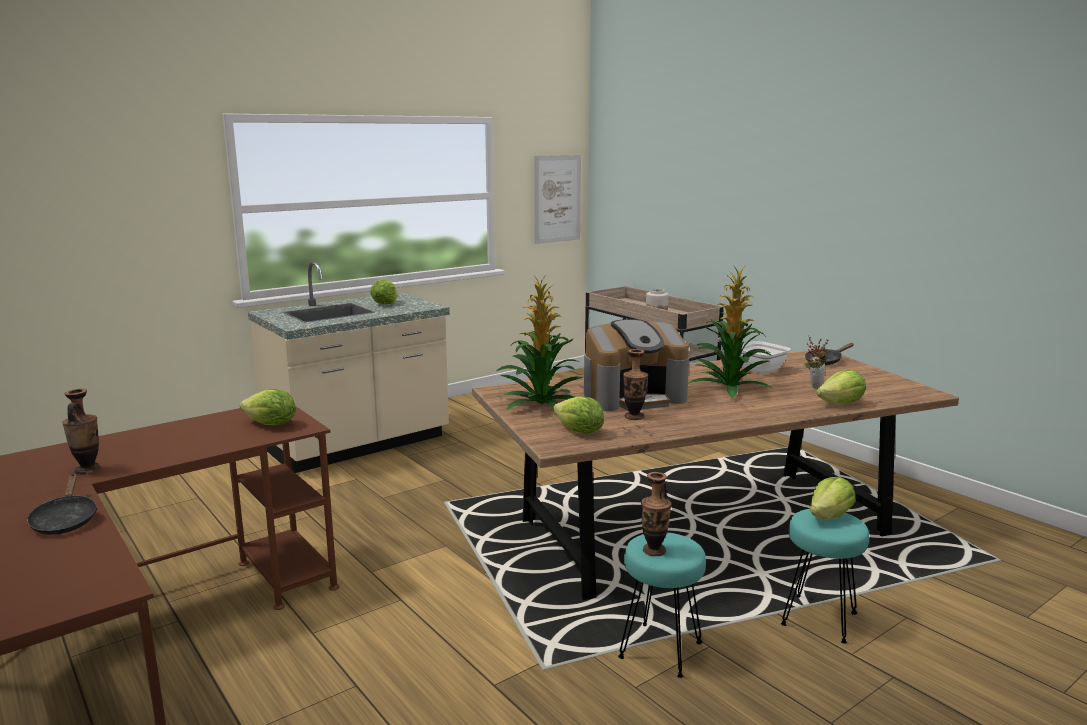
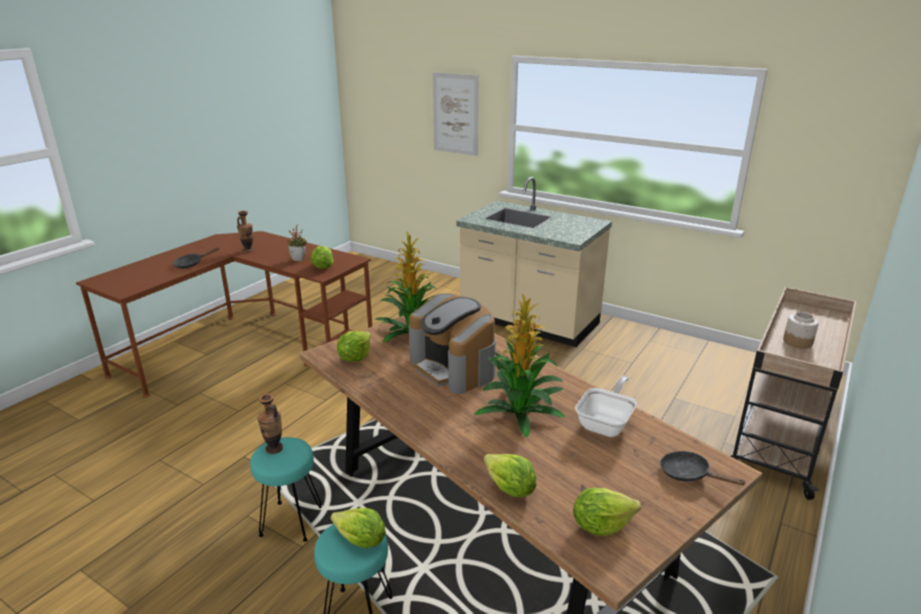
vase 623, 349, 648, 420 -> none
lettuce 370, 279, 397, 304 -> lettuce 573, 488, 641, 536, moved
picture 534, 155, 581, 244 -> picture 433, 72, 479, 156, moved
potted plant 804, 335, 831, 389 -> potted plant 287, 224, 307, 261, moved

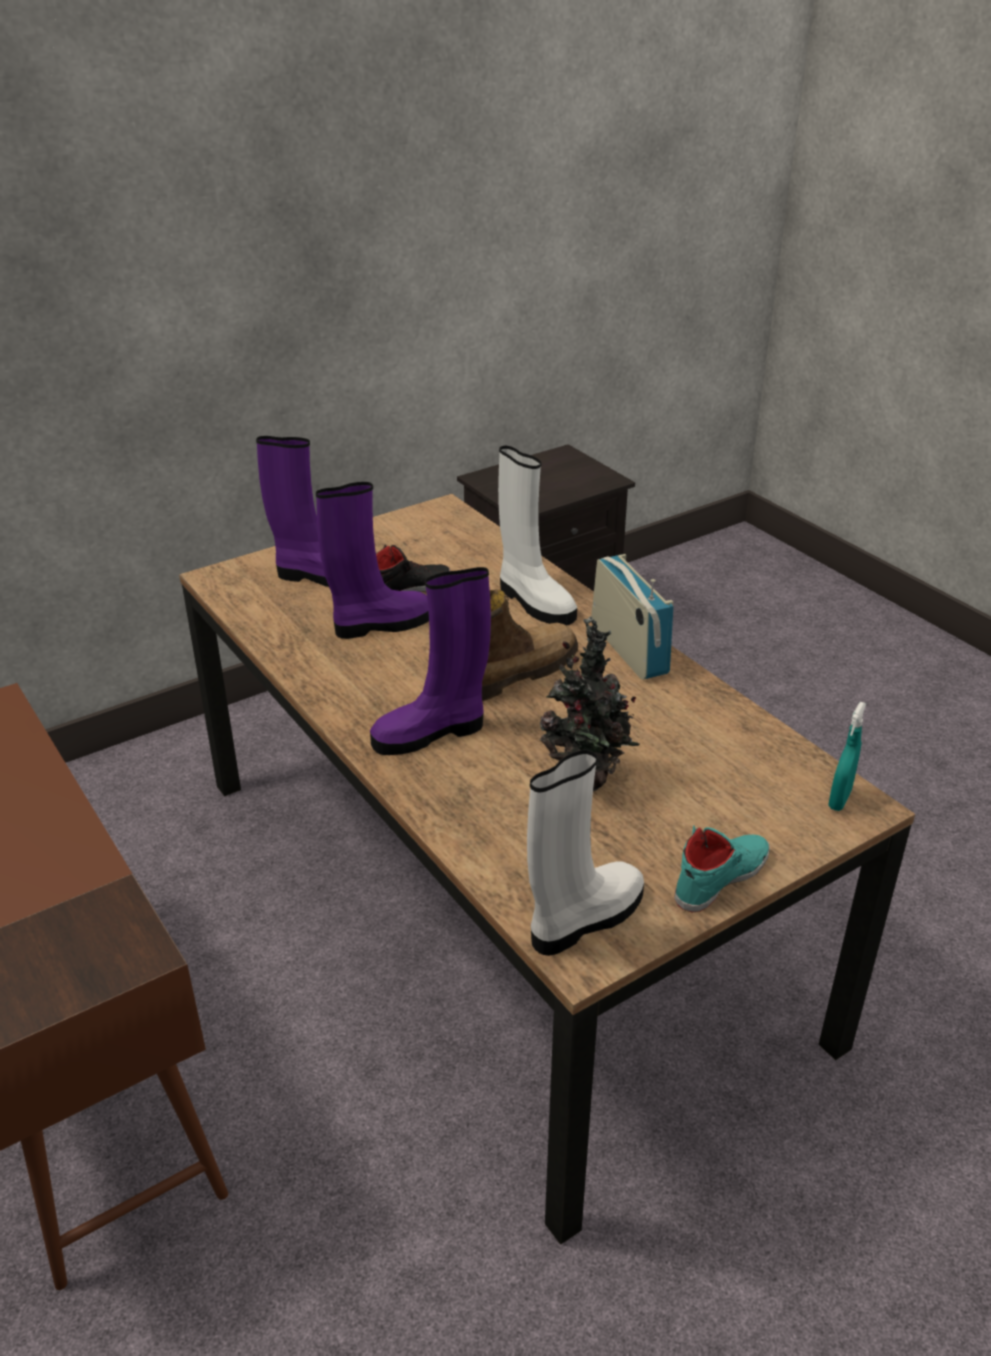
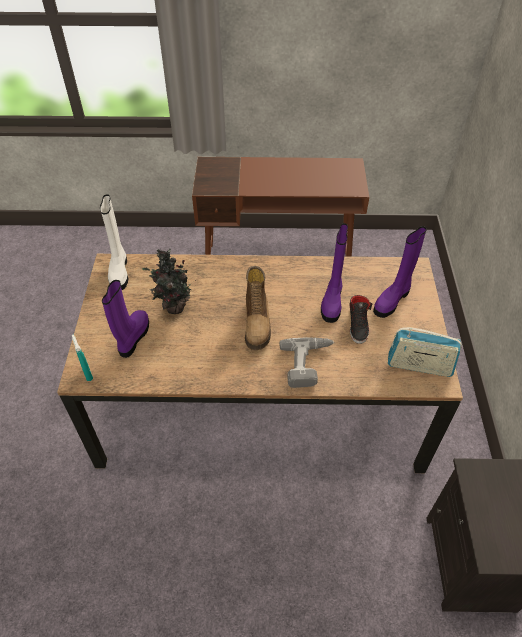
turquoise shoe 674, 826, 770, 912 -> none
purple boot 370, 567, 491, 755 -> purple boot 102, 280, 149, 358, moved
radio 591, 554, 673, 680 -> radio 388, 327, 462, 377, moved
white boot 498, 446, 577, 625 -> power drill 279, 337, 335, 388

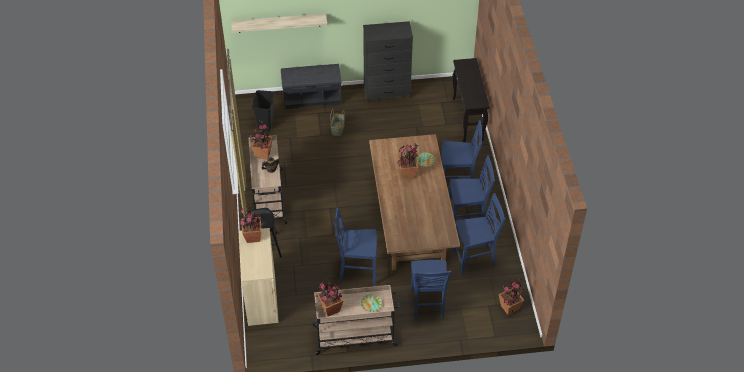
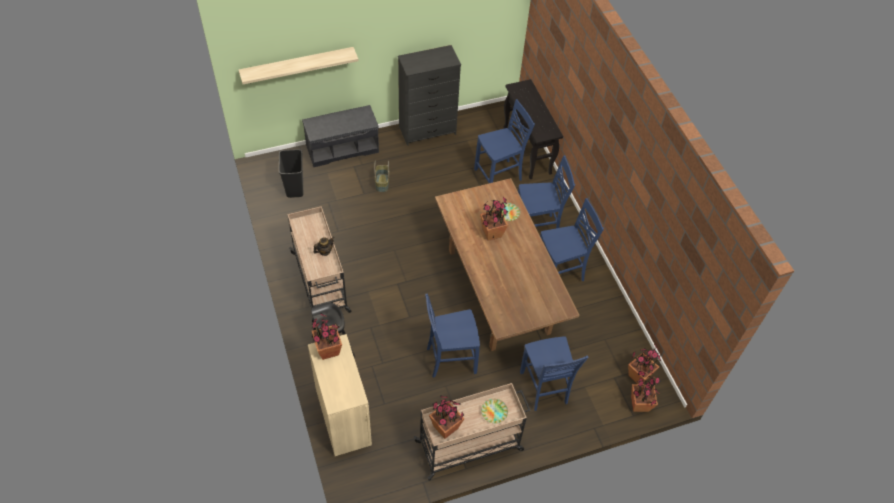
potted plant 250, 121, 273, 159 -> potted plant 631, 371, 661, 412, moved
blue chair 453, 193, 505, 274 -> blue chair 474, 99, 535, 183, moved

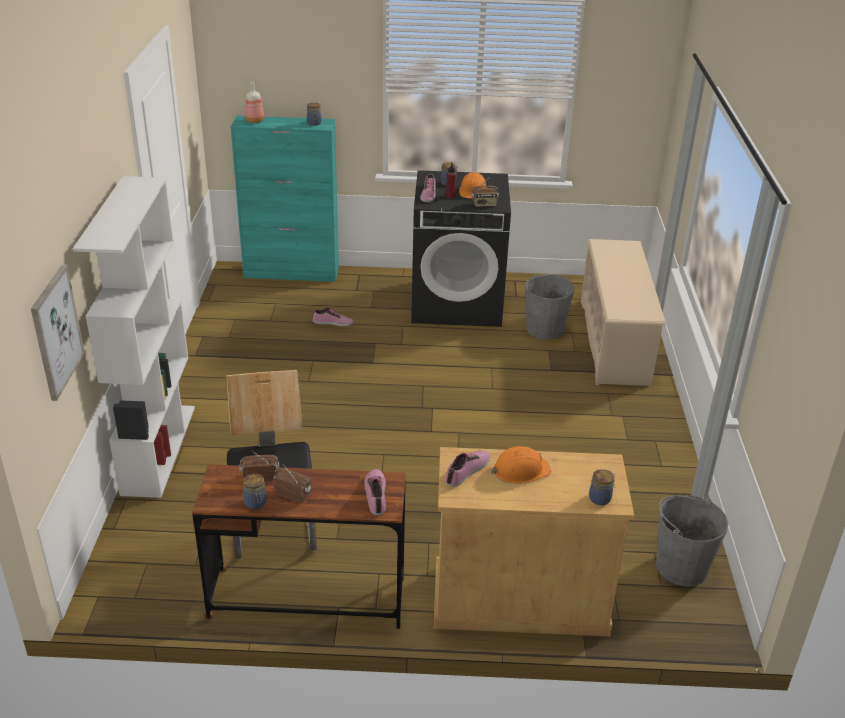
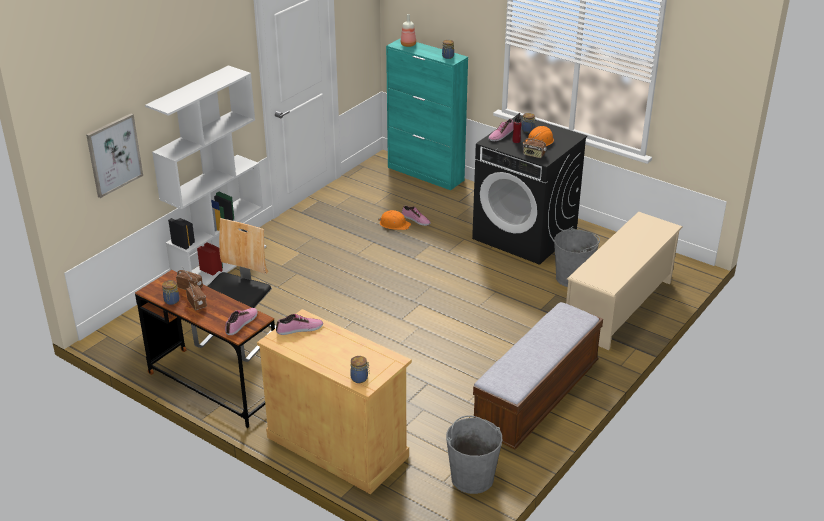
none -> bench 473, 302, 603, 449
orange hard hat 491, 446, 551, 484 -> orange hard hat 378, 210, 411, 230, moved

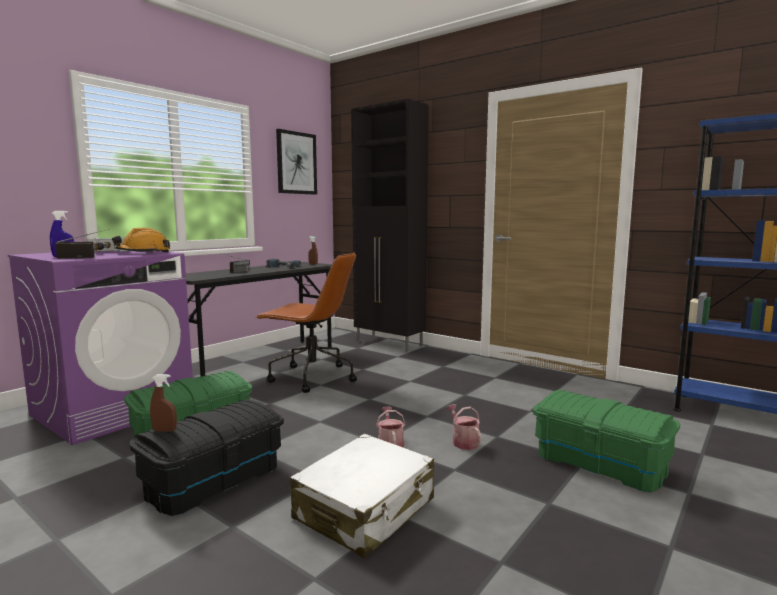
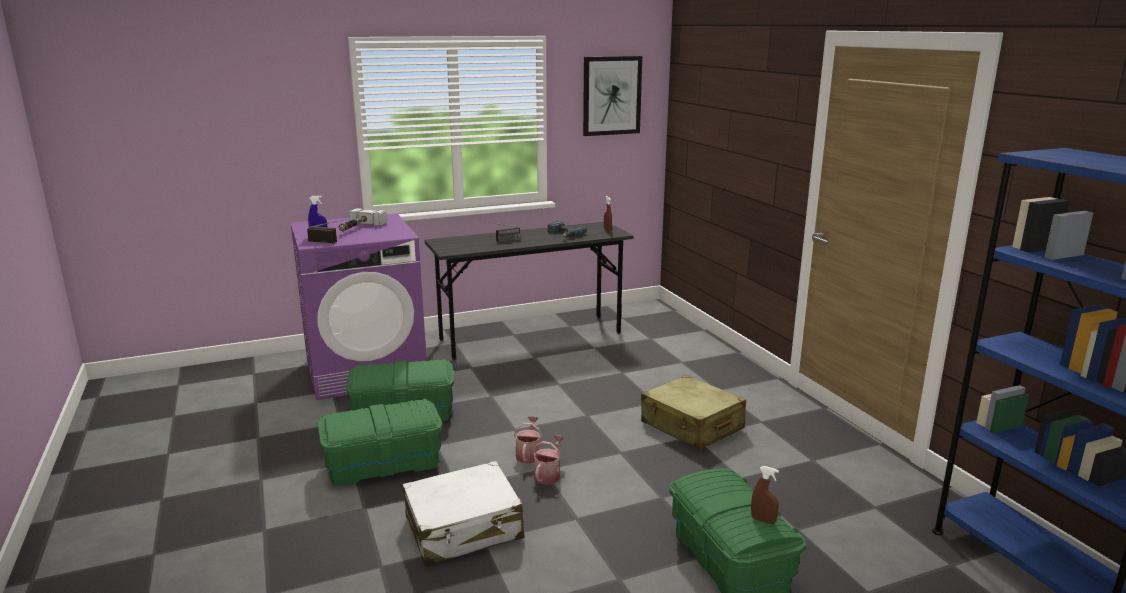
orange hard hat 112, 228, 171, 253 -> none
brown office chair 256, 252, 357, 393 -> none
black cabinet 351, 99, 429, 352 -> none
none -> beige suitcase 641, 375, 746, 450
brown spray bottle 150, 374, 177, 432 -> brown spray bottle 751, 466, 779, 524, moved
watering can 446, 404, 481, 450 -> watering can 514, 416, 542, 464, moved
black storage box 129, 400, 284, 516 -> green storage box 317, 399, 443, 486

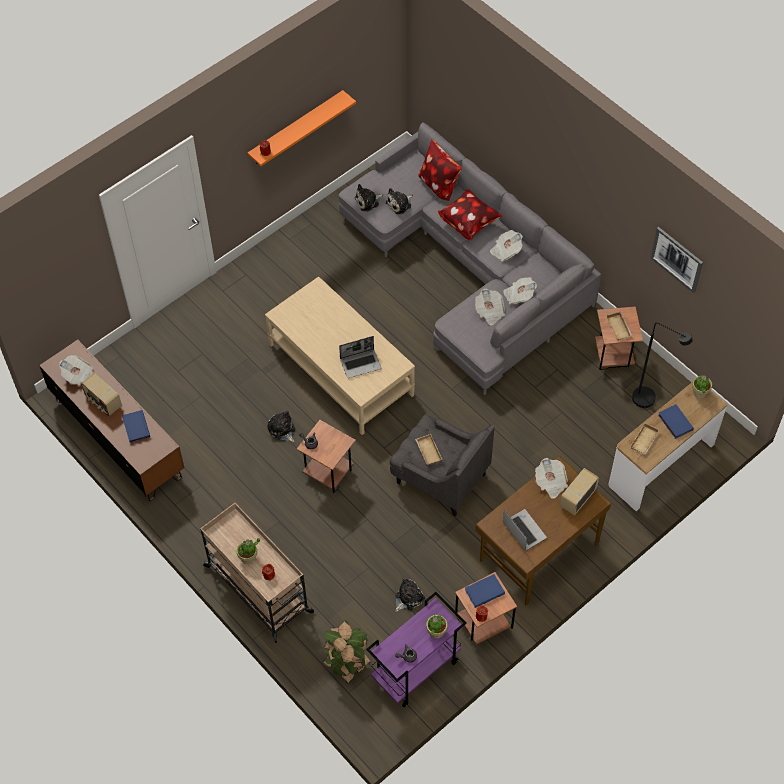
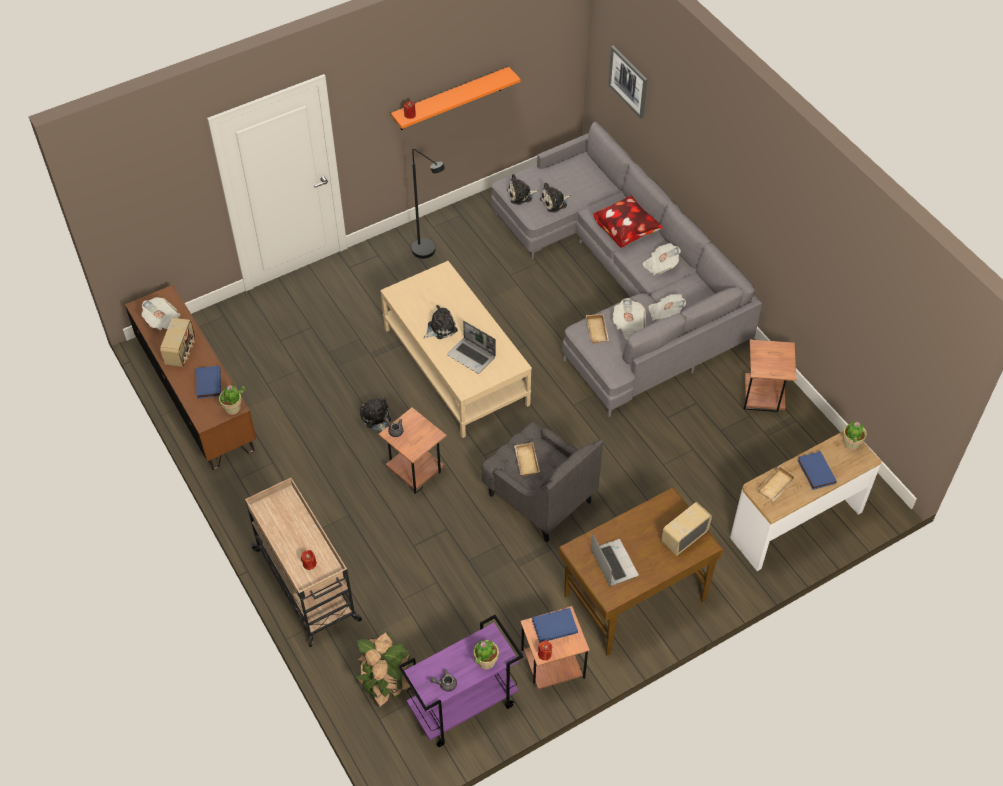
pillow 418, 139, 462, 201 -> none
newspaper 535, 458, 568, 499 -> none
potted plant 237, 538, 260, 564 -> potted plant 219, 385, 245, 415, moved
plush toy 395, 579, 425, 612 -> plush toy 424, 305, 458, 339, moved
beige tray 606, 311, 632, 341 -> beige tray 586, 314, 609, 344, moved
black floor lamp 632, 322, 693, 408 -> black floor lamp 411, 149, 445, 259, moved
picture 650, 227, 703, 293 -> picture 608, 46, 647, 119, moved
radio 81, 373, 122, 416 -> radio 160, 318, 195, 367, 135 degrees counterclockwise
laptop 339, 336, 381, 378 -> laptop 447, 321, 496, 374, 45 degrees clockwise

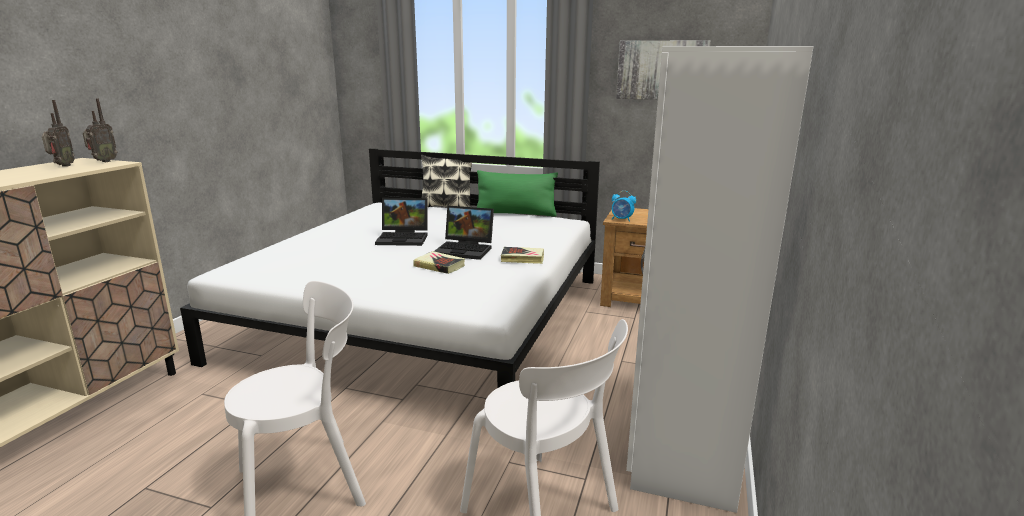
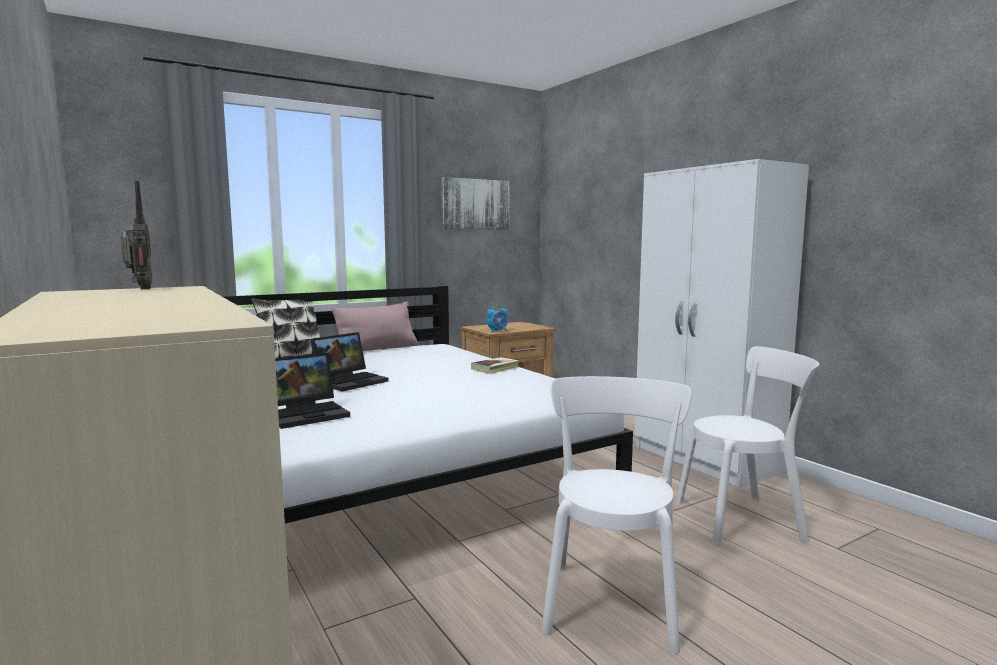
radio 42, 100, 75, 167 -> none
book 413, 251, 465, 274 -> none
laptop 434, 205, 494, 260 -> laptop 275, 353, 350, 429, moved
green pillow 477, 170, 558, 217 -> pink pillow 331, 301, 418, 351

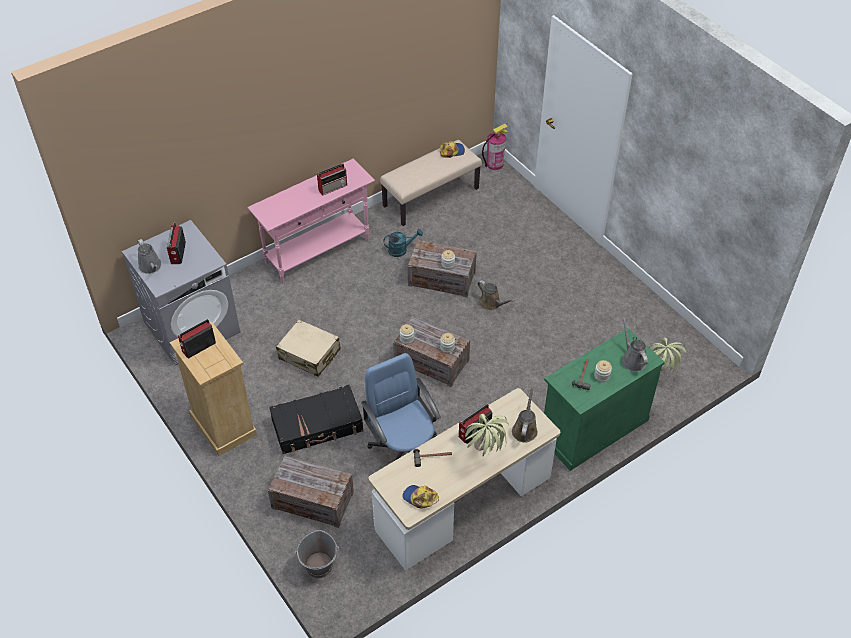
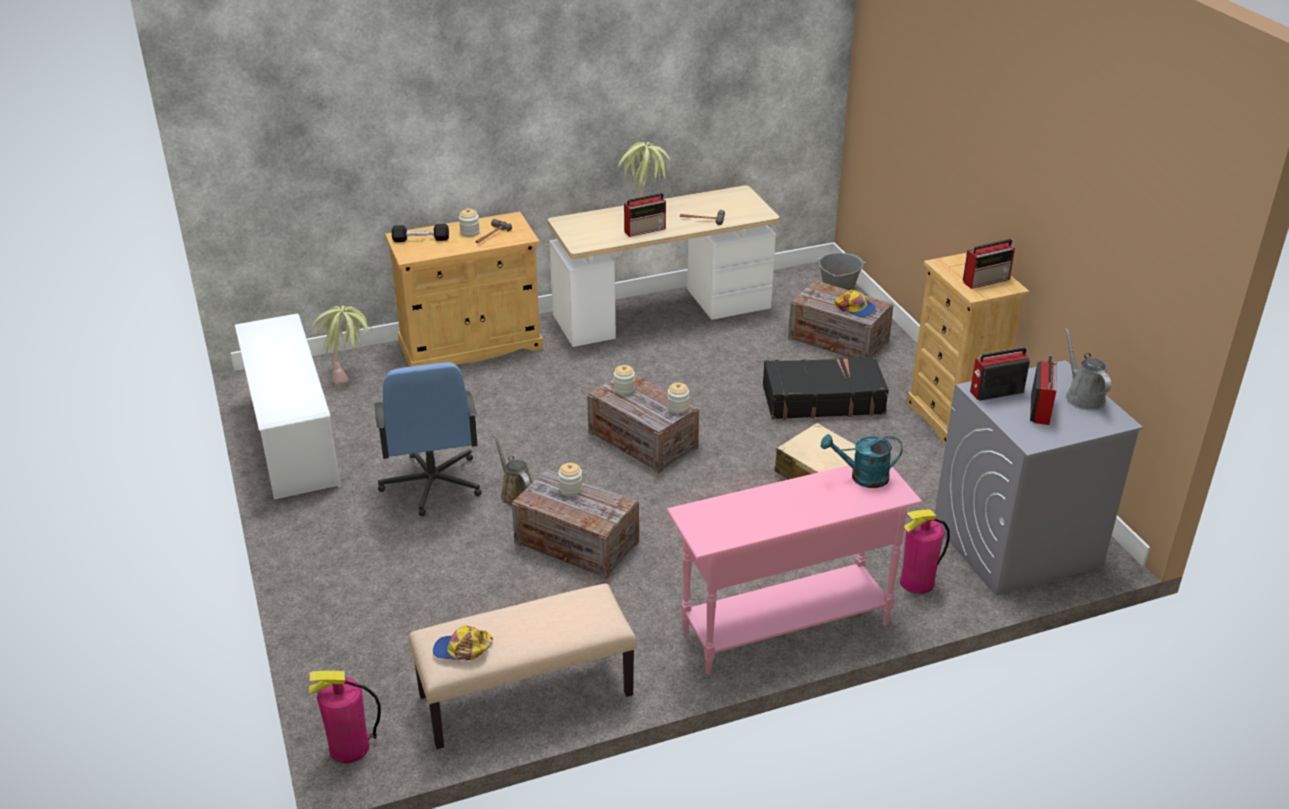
brown watering can 512, 383, 538, 443 -> none
none -> white shoe rack 235, 313, 341, 499
none -> fire extinguisher 900, 509, 950, 594
radio 317, 164, 347, 196 -> radio 970, 347, 1030, 401, moved
blue office chair 361, 353, 441, 460 -> blue office chair 374, 363, 482, 517, moved
turquoise watering can 383, 229, 423, 257 -> turquoise watering can 821, 434, 902, 488, moved
cap 402, 485, 439, 509 -> cap 835, 290, 876, 317, moved
grey watering can 622, 316, 648, 372 -> black dumbbell 391, 224, 449, 242
green cabinet 544, 329, 665, 471 -> beige cabinet 385, 212, 543, 367

